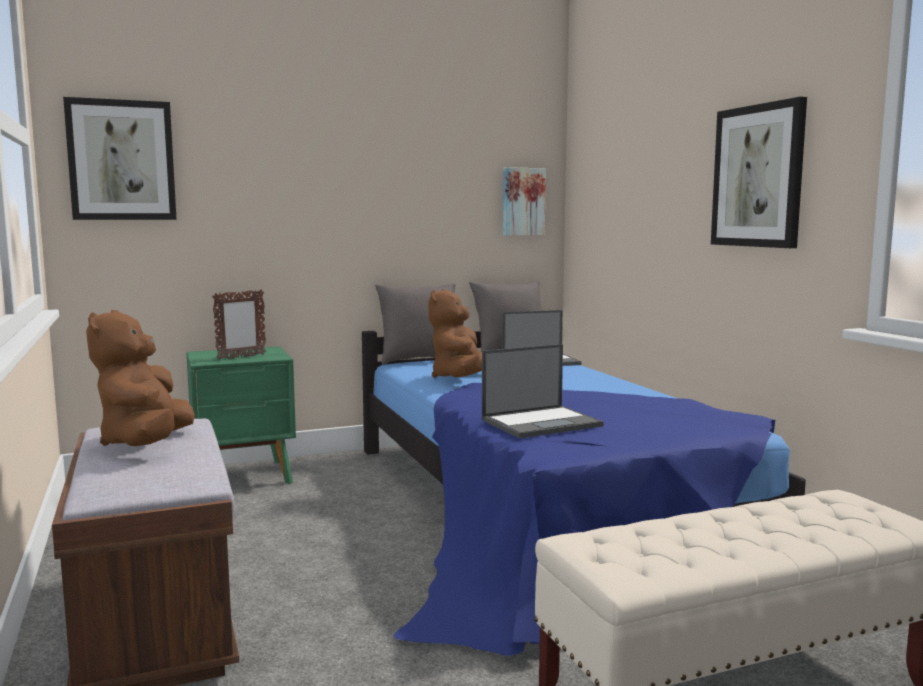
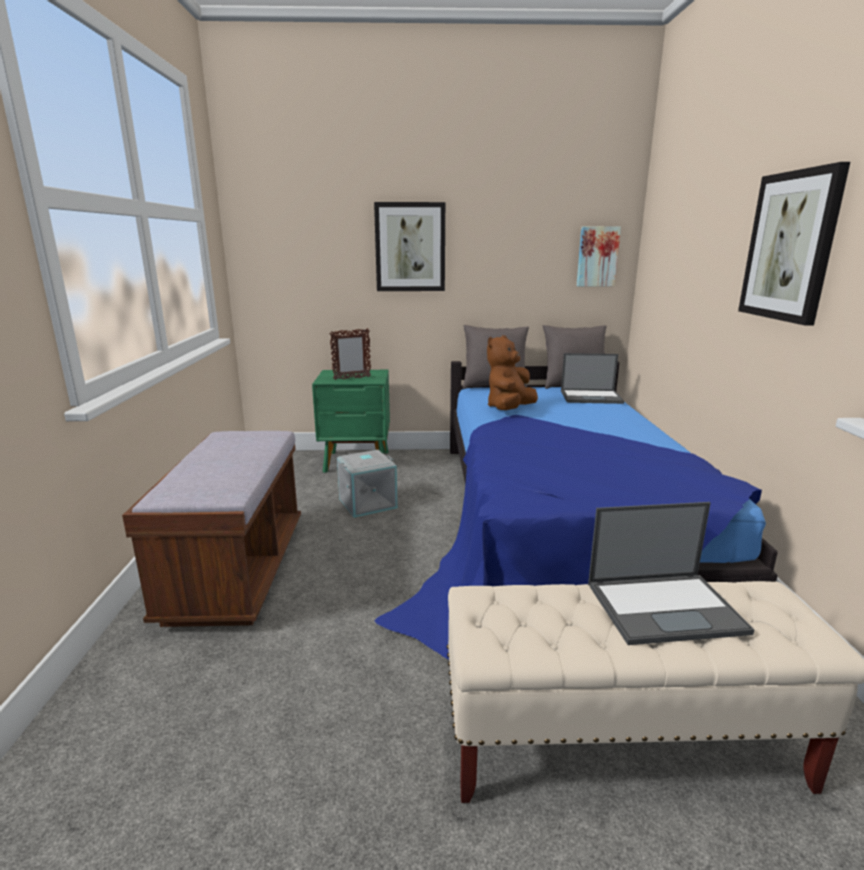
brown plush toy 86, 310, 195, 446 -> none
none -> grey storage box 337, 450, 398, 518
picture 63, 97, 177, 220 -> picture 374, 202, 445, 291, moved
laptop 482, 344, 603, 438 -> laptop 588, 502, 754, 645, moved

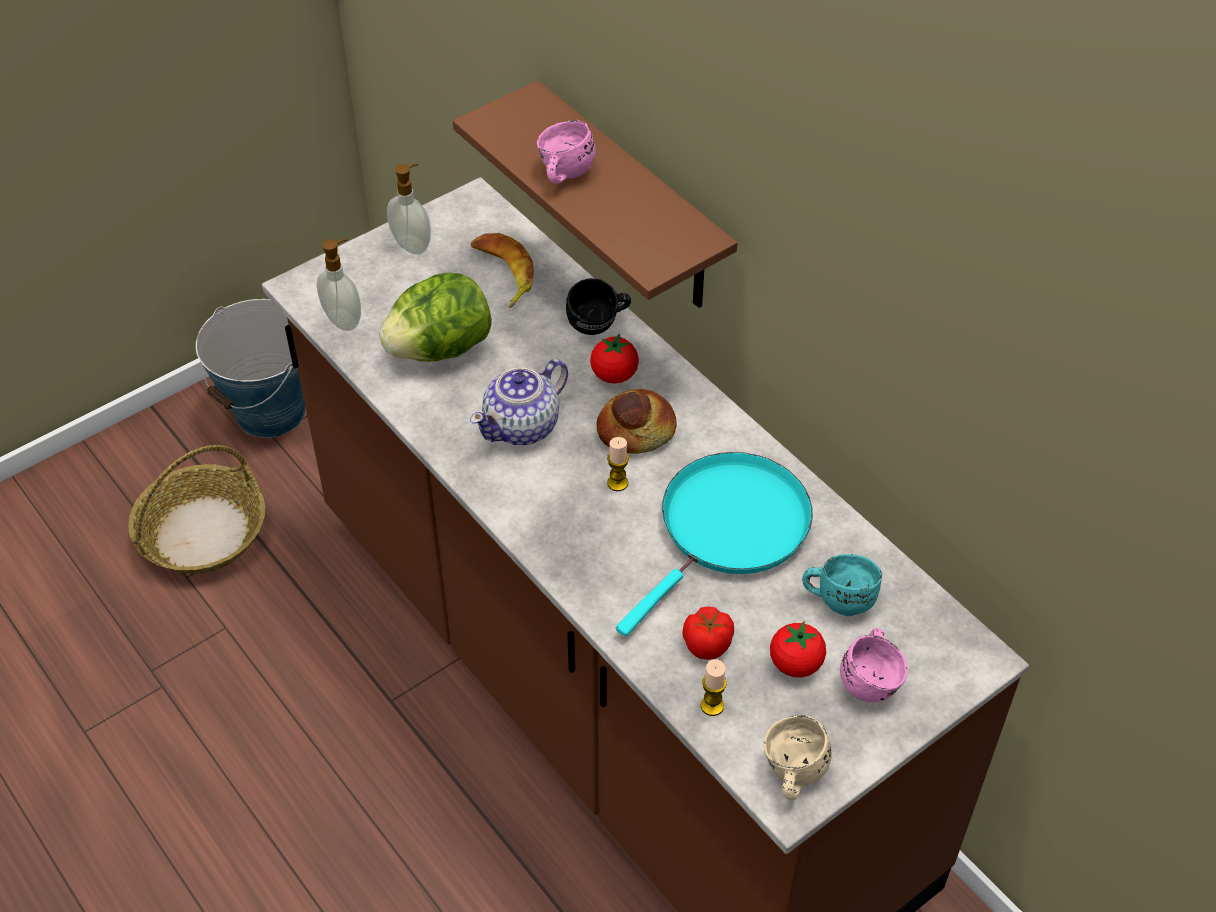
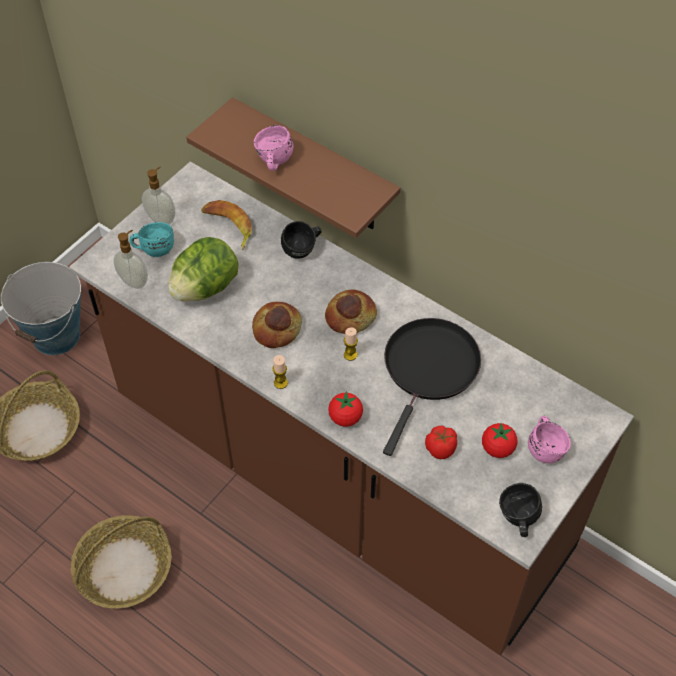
none -> basket 71, 515, 172, 609
tomato 590, 333, 639, 384 -> tomato 328, 391, 363, 427, moved
candle 701, 659, 727, 716 -> candle 272, 355, 288, 389, moved
turquoise mug 802, 554, 882, 616 -> turquoise mug 129, 222, 174, 257, moved
teapot 470, 359, 568, 445 -> bread 252, 302, 302, 348
turquoise frying pan 616, 452, 813, 636 -> black frying pan 383, 318, 481, 456
beige mug 764, 715, 832, 800 -> black mug 499, 483, 542, 537

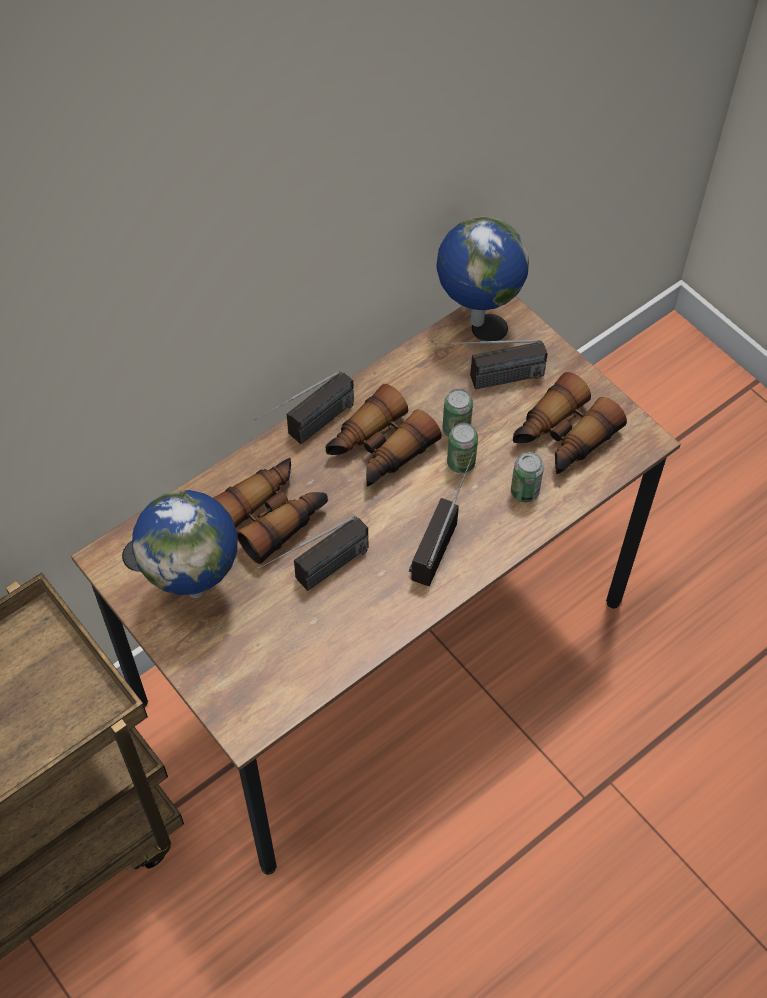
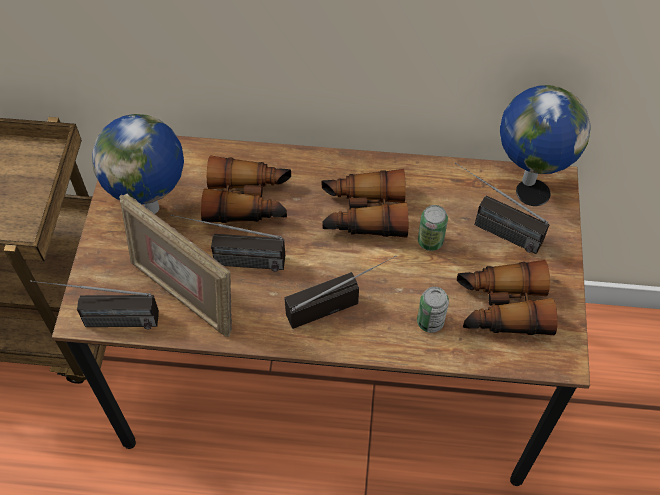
can 447, 423, 478, 473 -> none
none -> picture frame 119, 194, 232, 337
radio 254, 371, 354, 444 -> radio 30, 280, 159, 329, moved

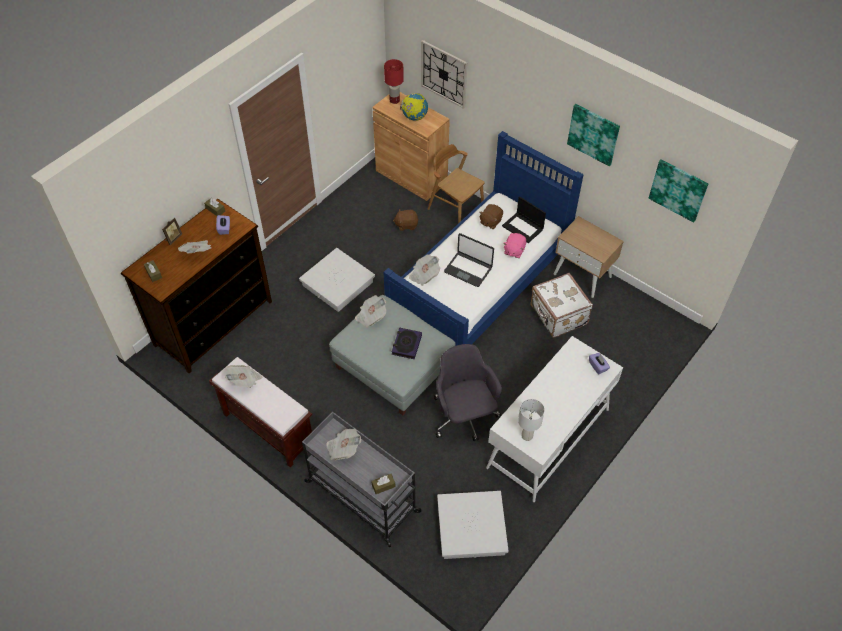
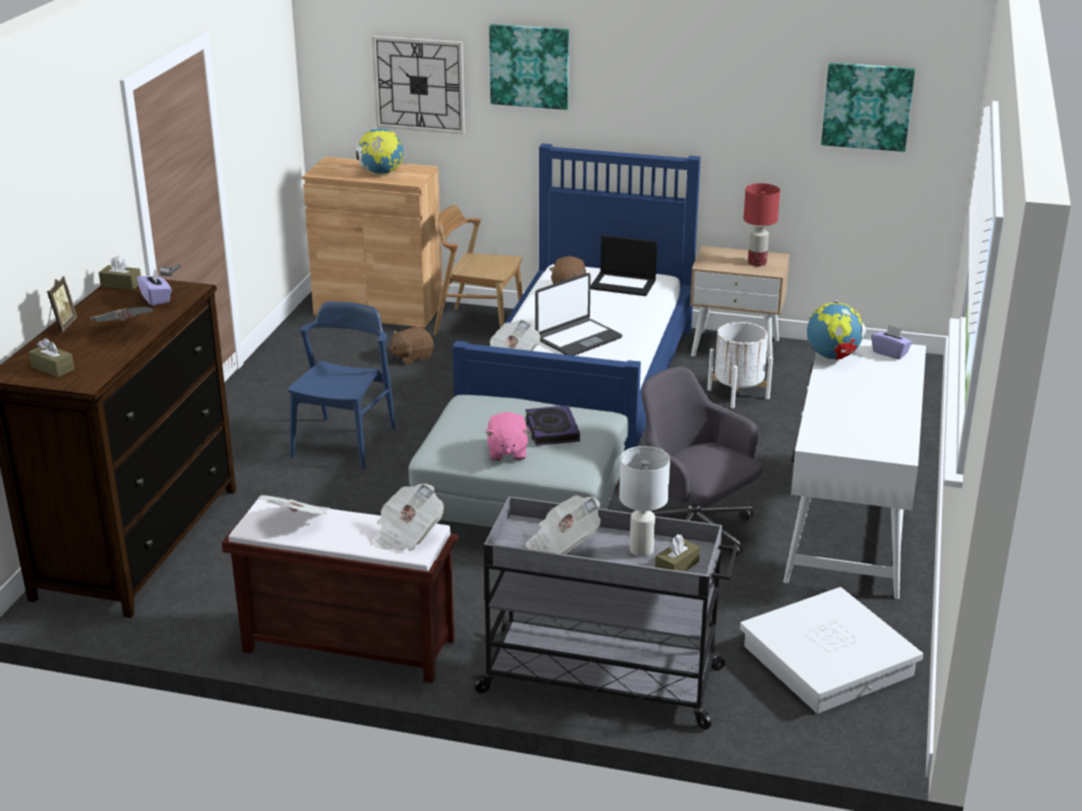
none -> globe 807, 300, 866, 360
newspaper 355, 295, 387, 328 -> newspaper 374, 483, 444, 551, moved
red table lamp 384, 59, 404, 104 -> red table lamp 743, 183, 780, 266, moved
pink plush toy 503, 233, 526, 258 -> pink plush toy 485, 412, 530, 461, moved
white table lamp 518, 399, 545, 441 -> white table lamp 619, 446, 670, 557, moved
picture 567, 104, 620, 166 -> picture 489, 24, 569, 110, moved
white storage box 299, 248, 375, 312 -> blue chair 288, 301, 396, 470
white suitcase 530, 273, 593, 338 -> white planter 707, 322, 773, 408
laptop 444, 233, 494, 287 -> laptop 535, 273, 623, 356, 45 degrees counterclockwise

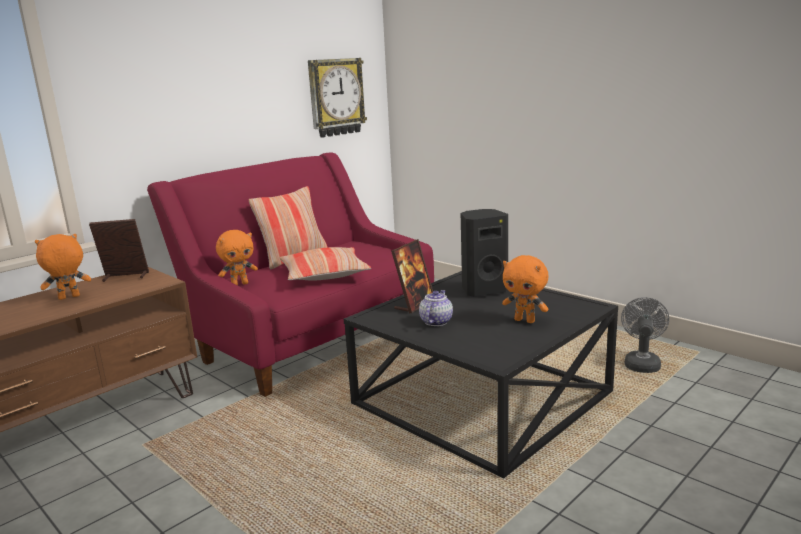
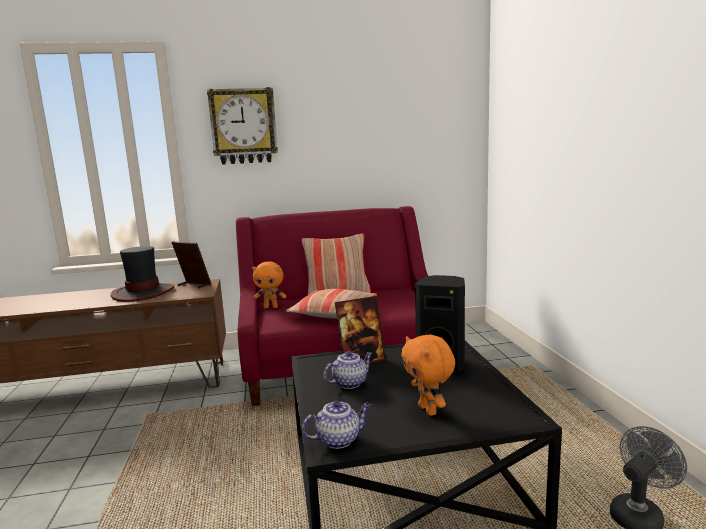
none -> teapot 302, 401, 371, 449
wall clock 308, 58, 367, 138 -> wall clock 207, 87, 278, 165, moved
orange plush toy 35, 234, 91, 300 -> hat 111, 246, 174, 302

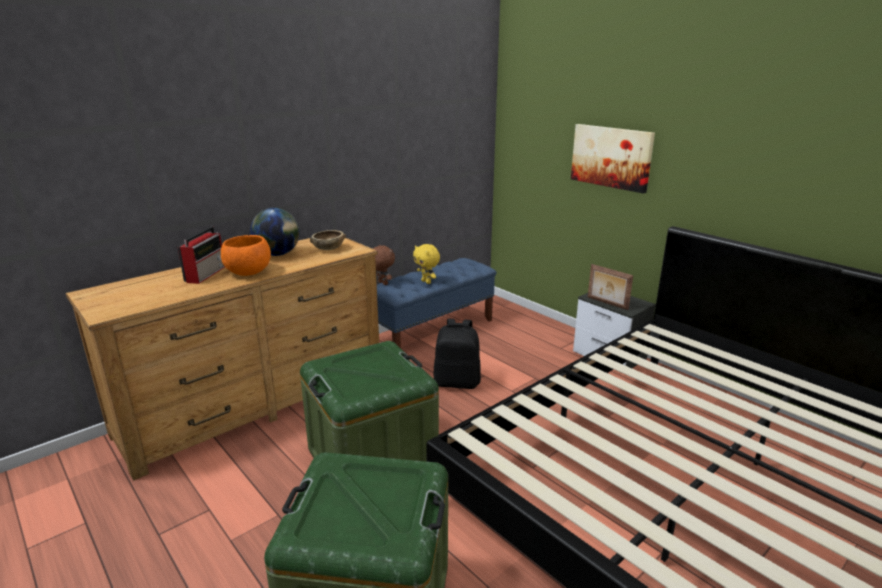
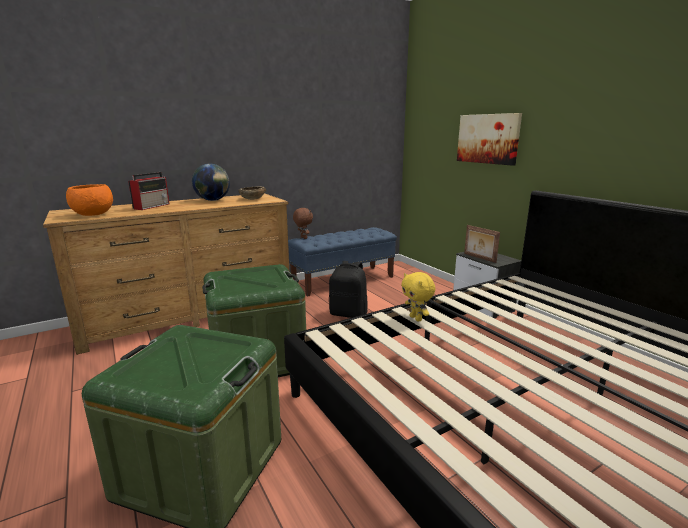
orange bowl 221, 235, 271, 276 -> orange bowl 66, 184, 113, 216, moved
yellow plush toy 413, 244, 440, 284 -> yellow plush toy 401, 272, 435, 322, moved

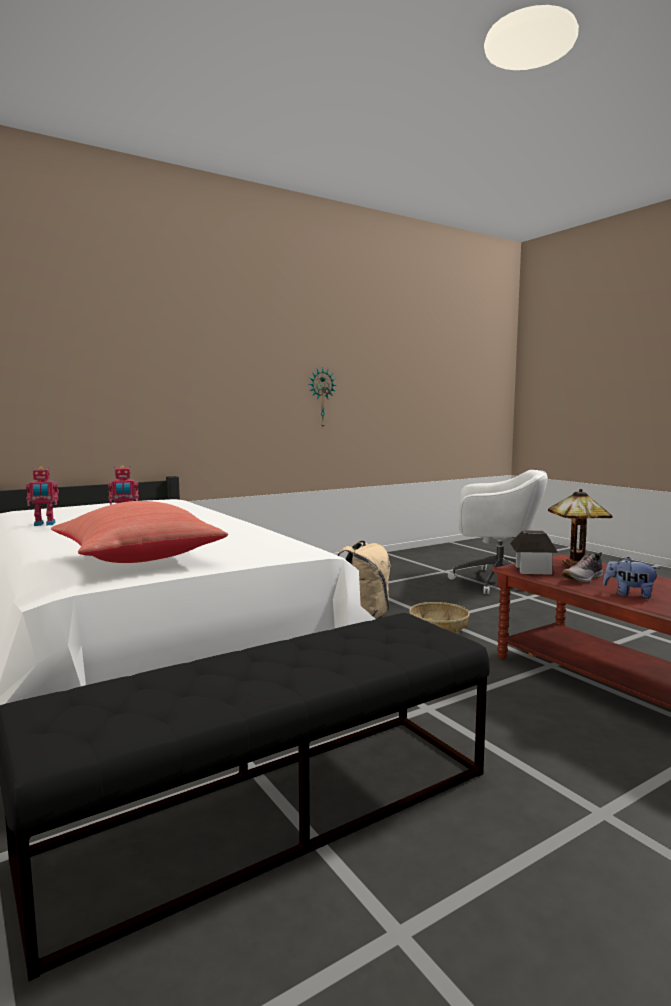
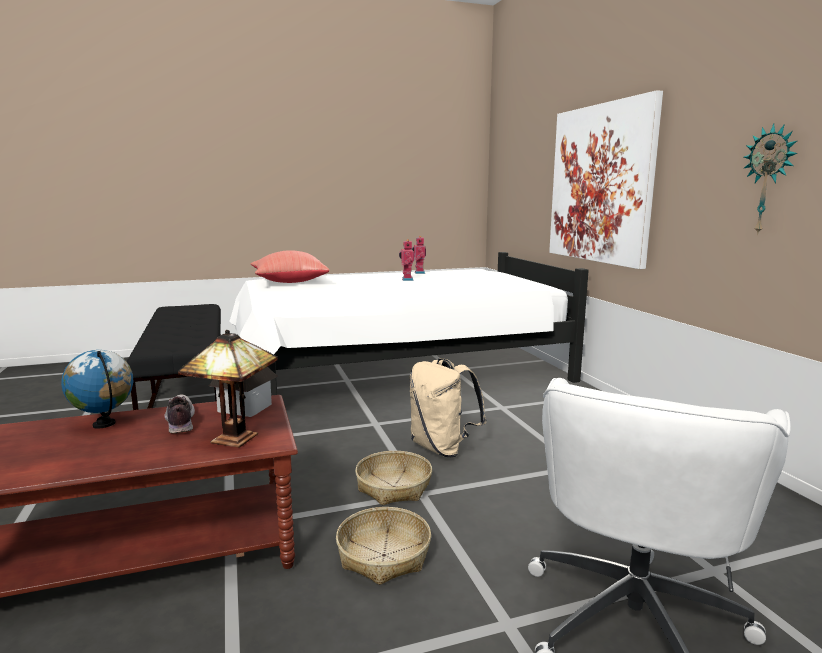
none -> basket 336, 507, 431, 585
none -> picture 549, 90, 663, 269
plush toy 603, 557, 660, 599 -> globe 61, 350, 133, 429

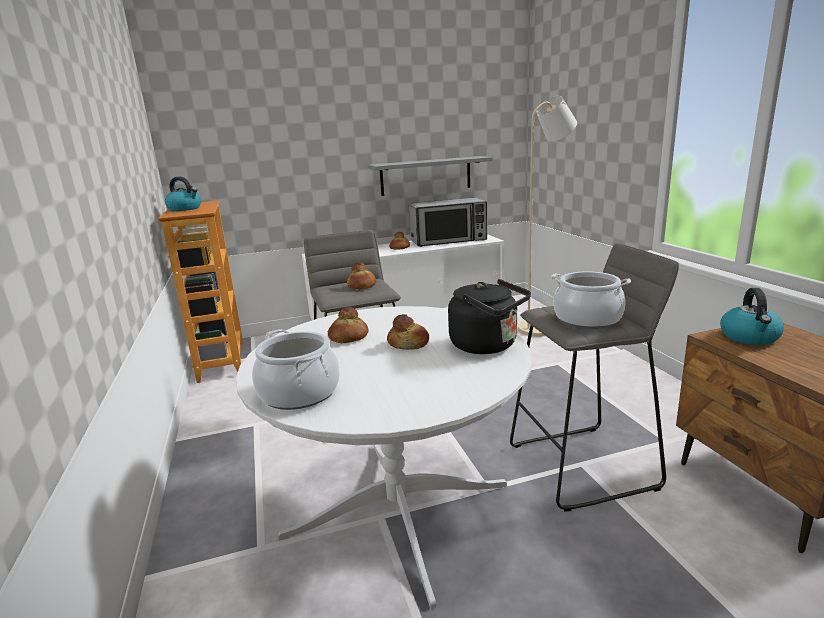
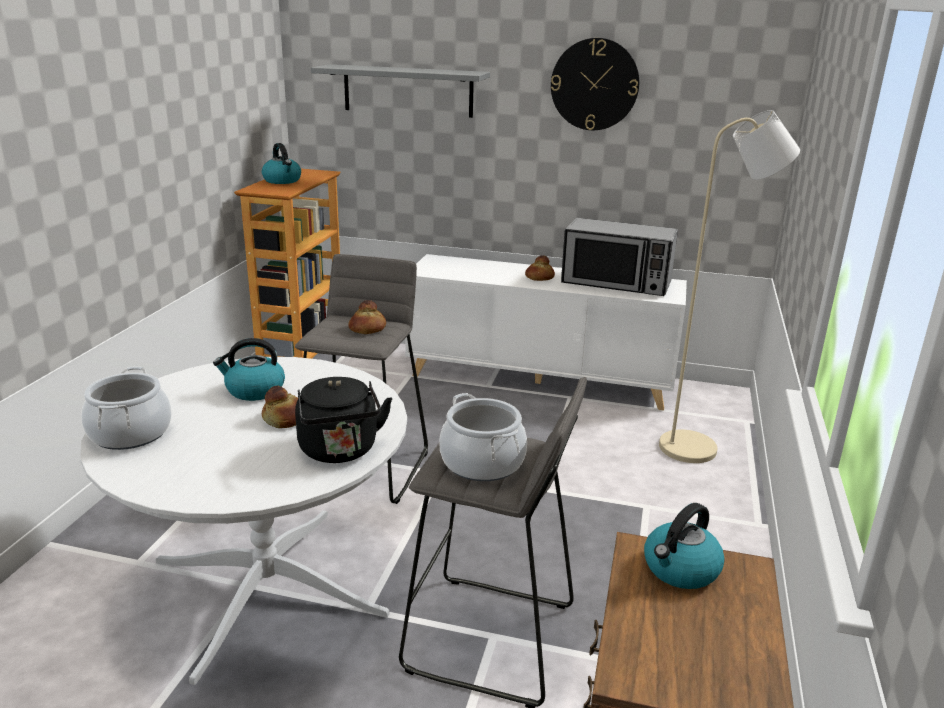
none -> wall clock 551, 38, 639, 130
grey shelf 368, 156, 493, 196 -> grey shelf 311, 64, 490, 118, moved
bread 328, 307, 369, 343 -> kettle 213, 338, 285, 401

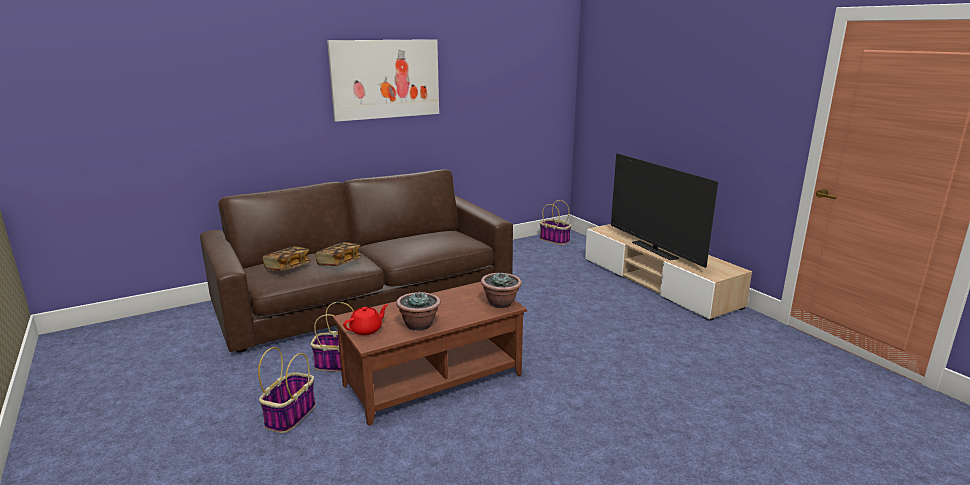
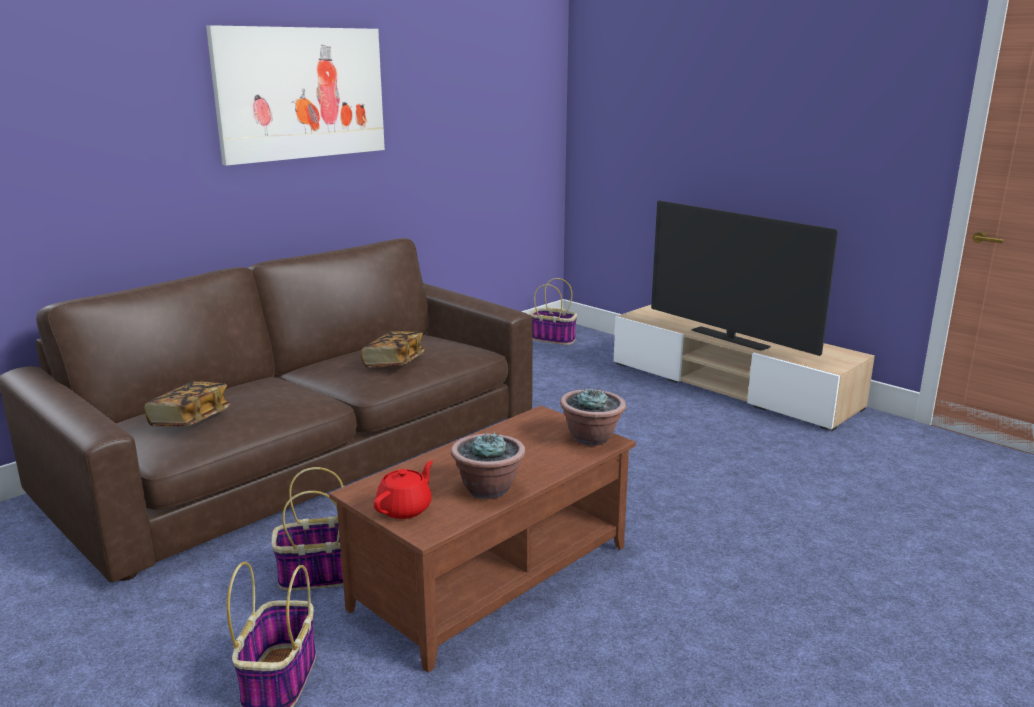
book 315, 242, 362, 266 -> book 361, 331, 425, 368, moved

